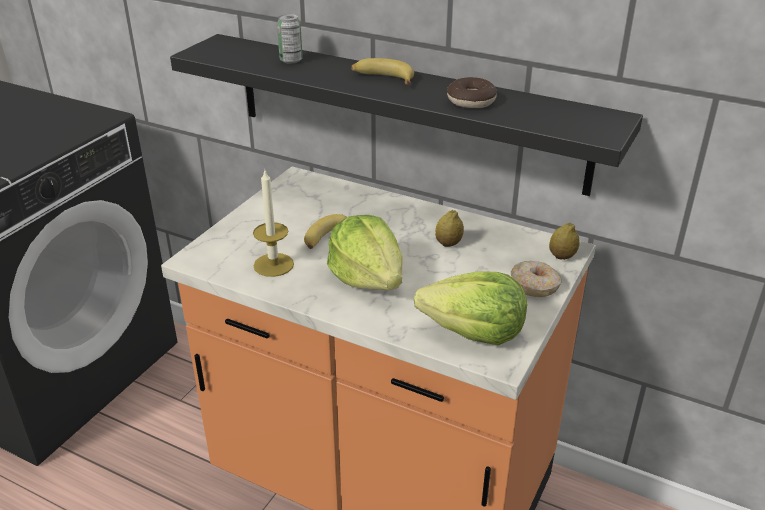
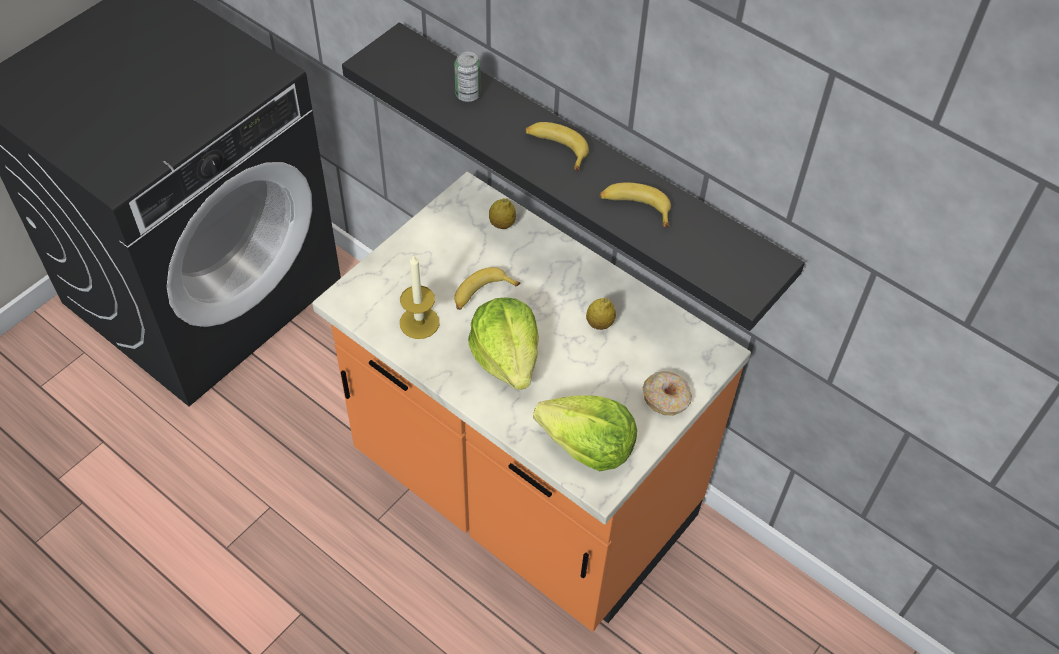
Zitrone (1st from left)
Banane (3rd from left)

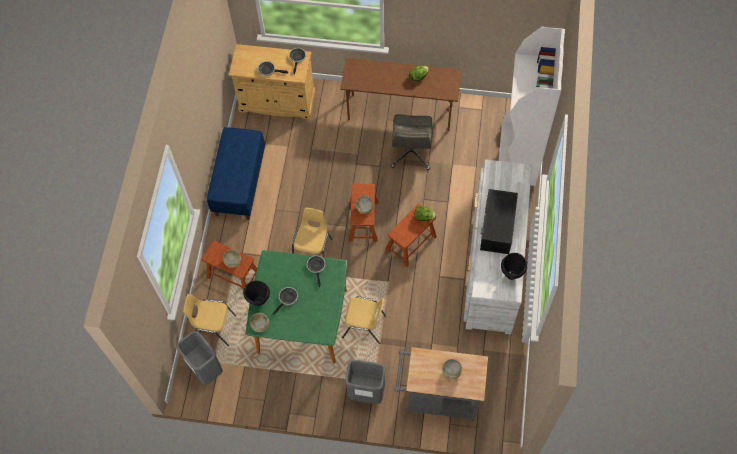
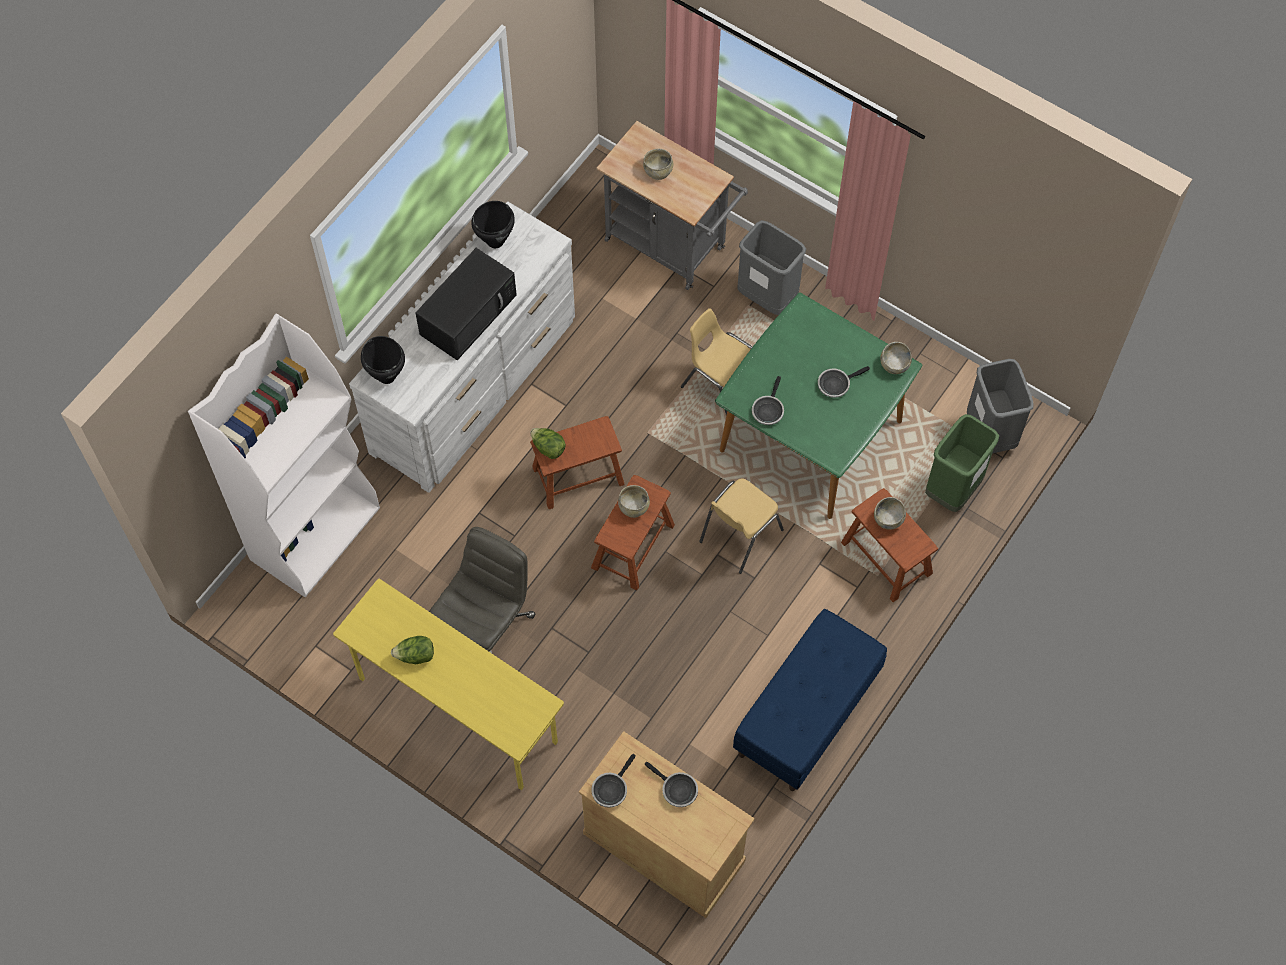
Kochtopf (schwarz) (1st from left)
Mülleimer (grün)
Schreibtisch (gelb)

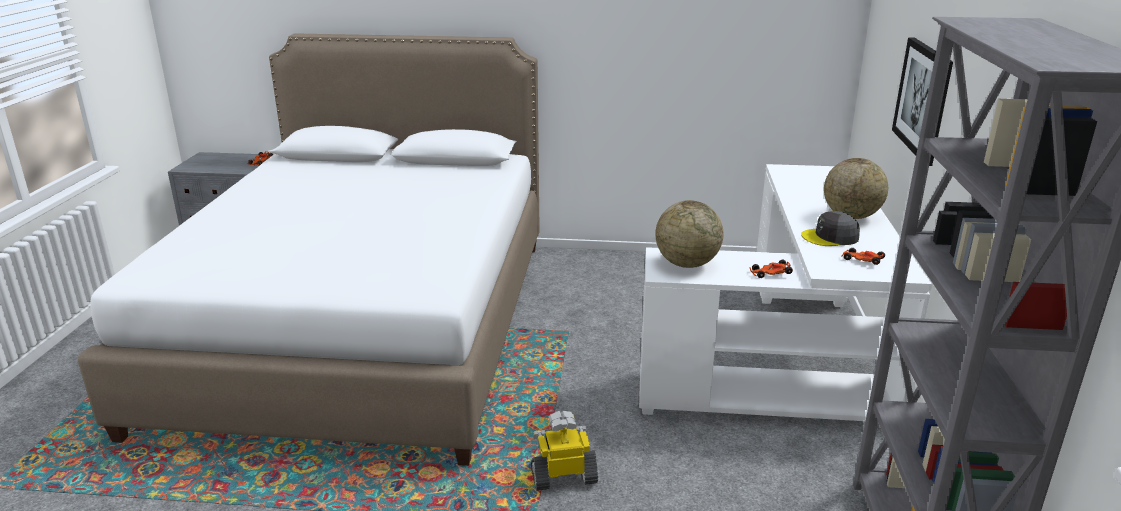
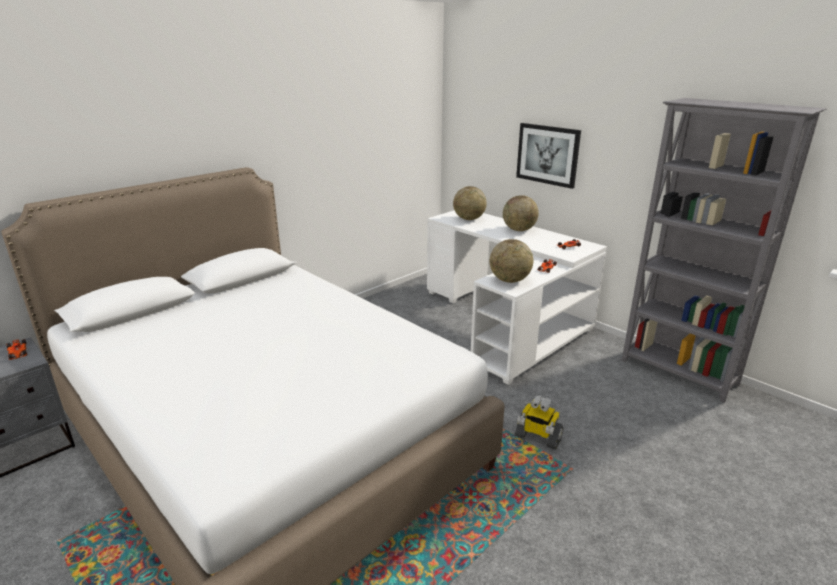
Kappe (grau)
Globus (1st from left)
Spielzeugroboter

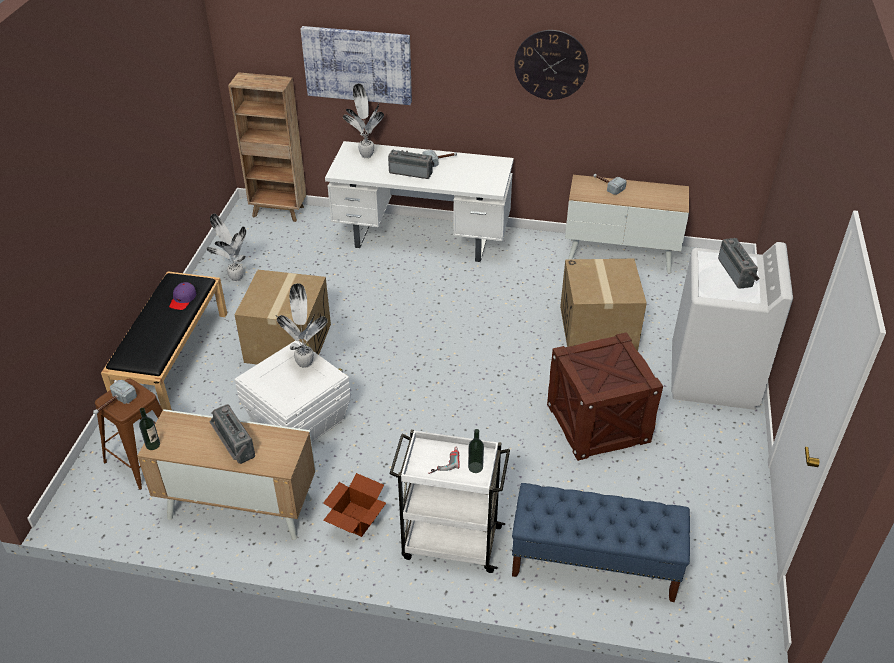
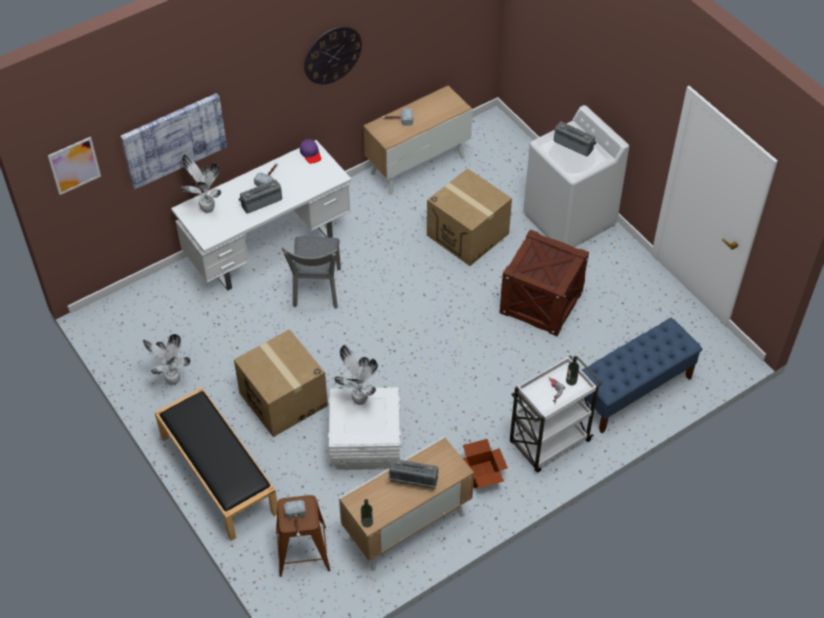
Bücherregal (braun)
Bild (1st from left)
Stuhl (grau)
Kappe (lila)

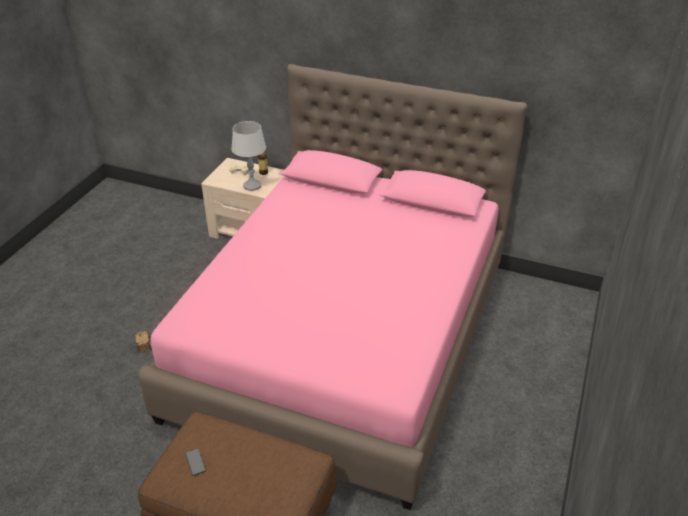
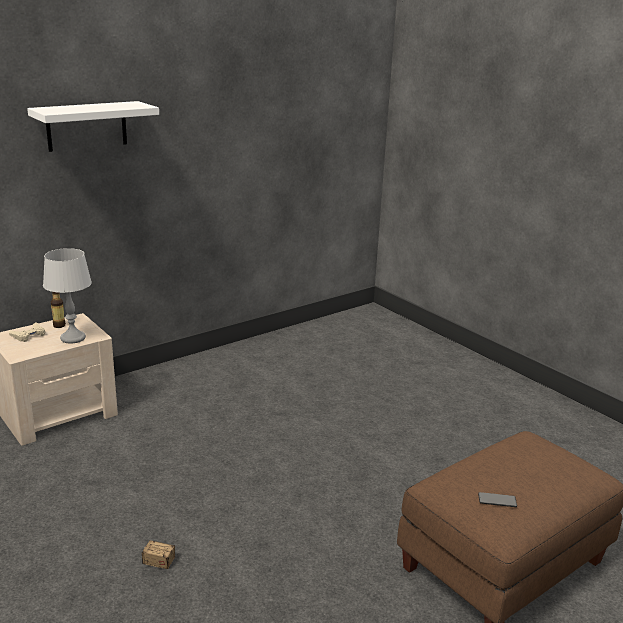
Bett (rosa)
Wandregal (weiß)

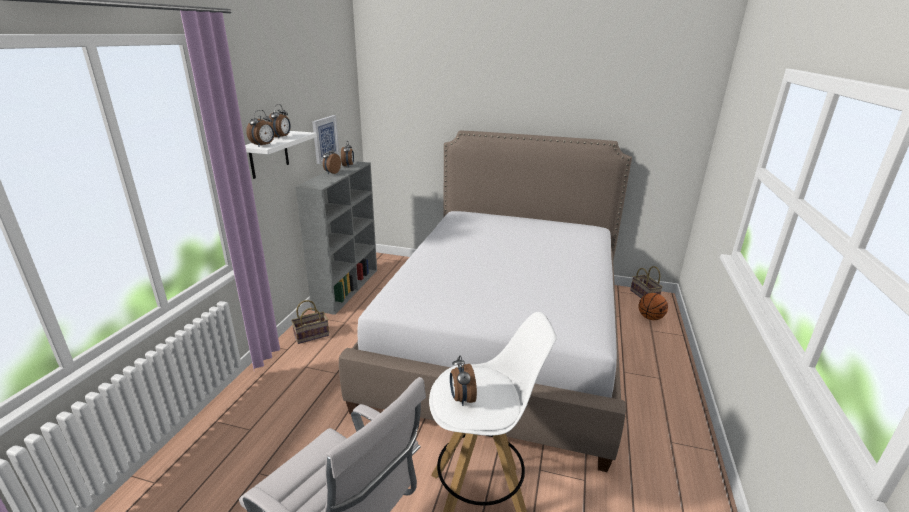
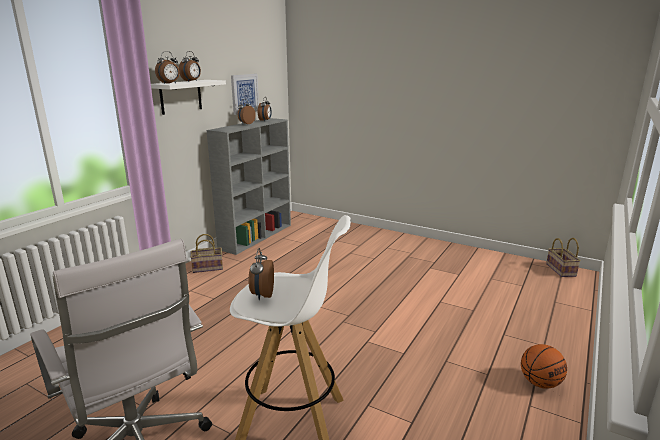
Bett
Basketball

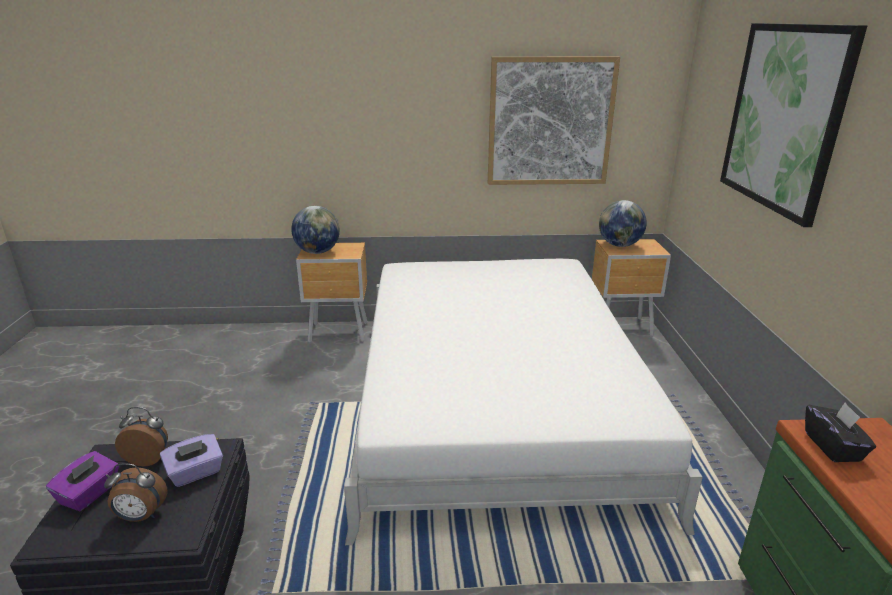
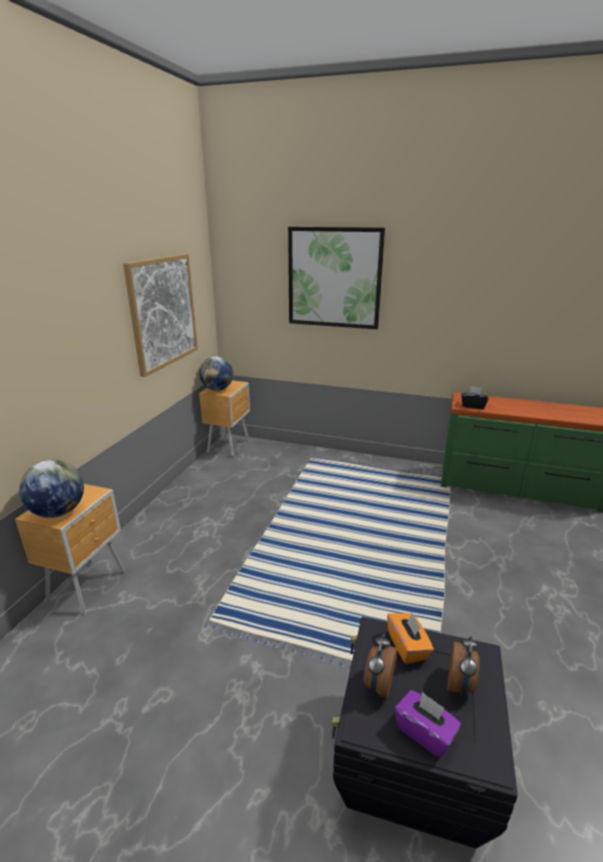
Bett (weiß)
Taschentuchbox (orange)

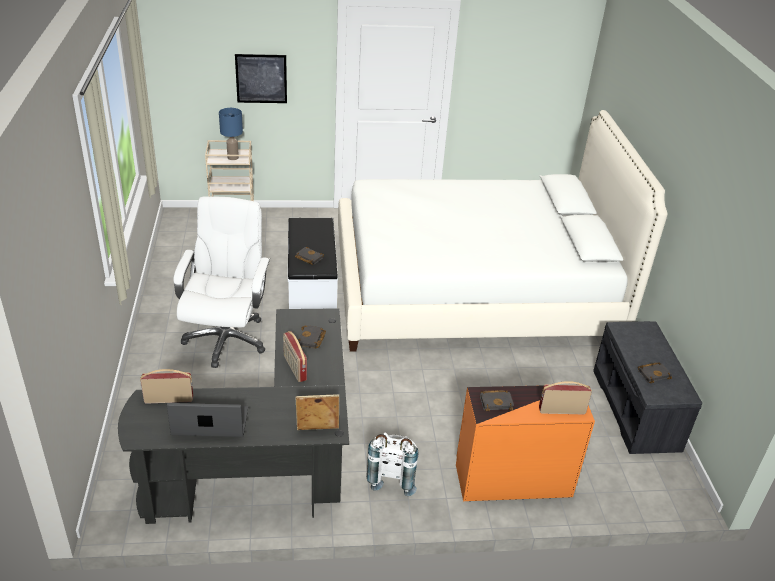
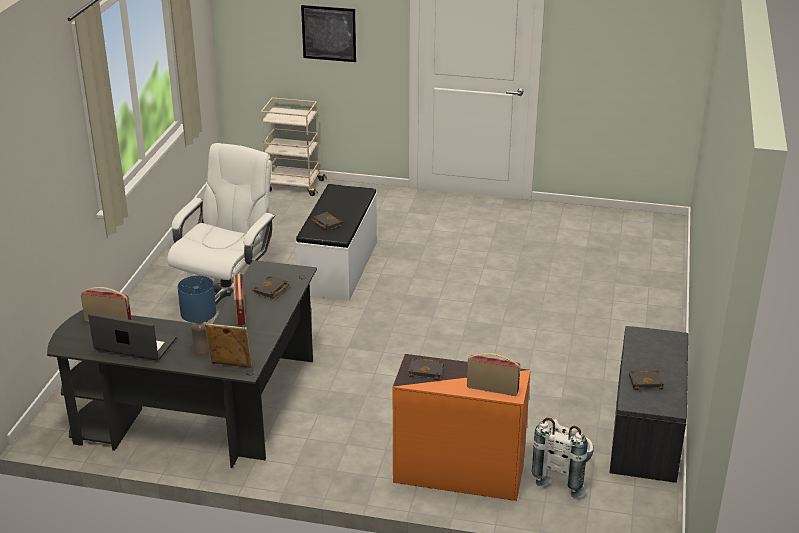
Bett (weiß)
Tischlampe (blau)
Rucksack (weiß)

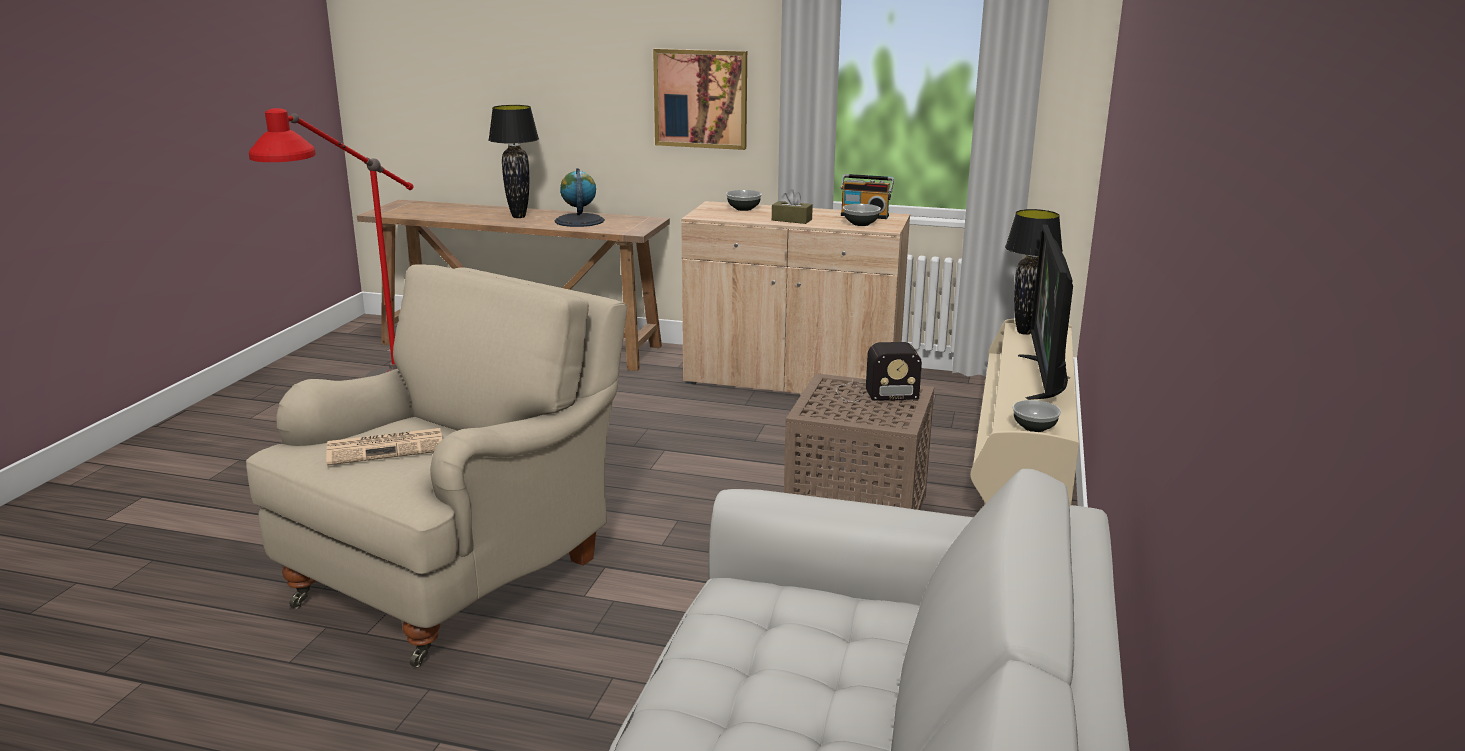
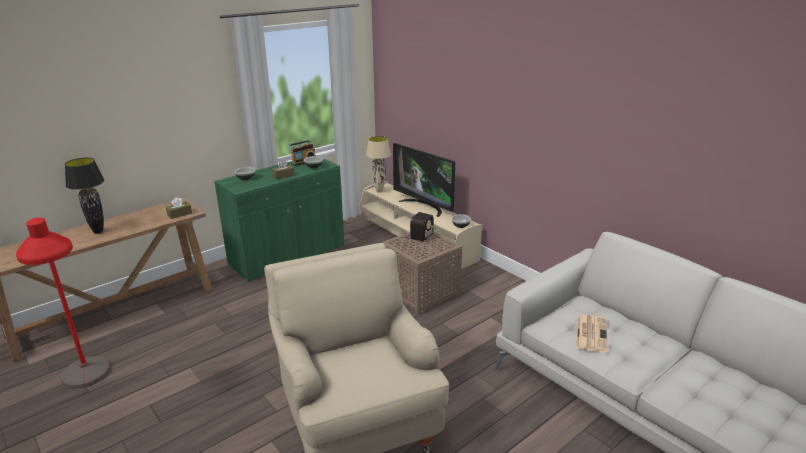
Globus
Bild
Taschentuchbox (braun) (1st from left)
Zeitung
Schrank (grün)
Tischlampe (beige)

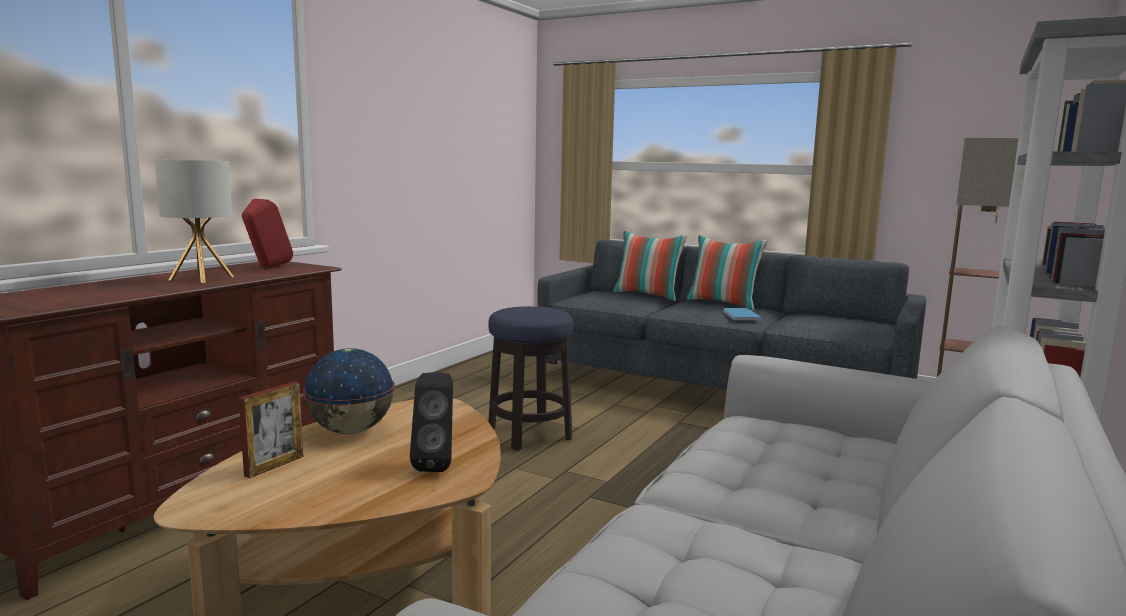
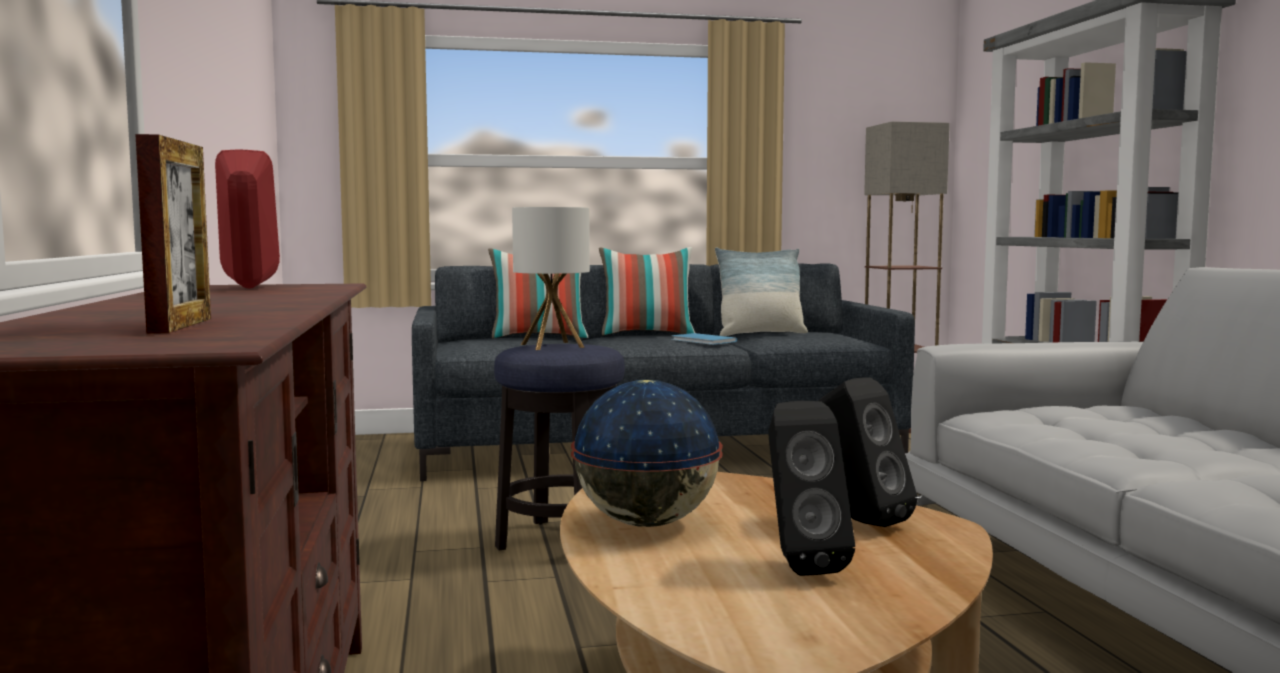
Kissen (3rd from left)
Lautsprecher (schwarz) (1st from left)
Tischlampe
Bilderrahmen

